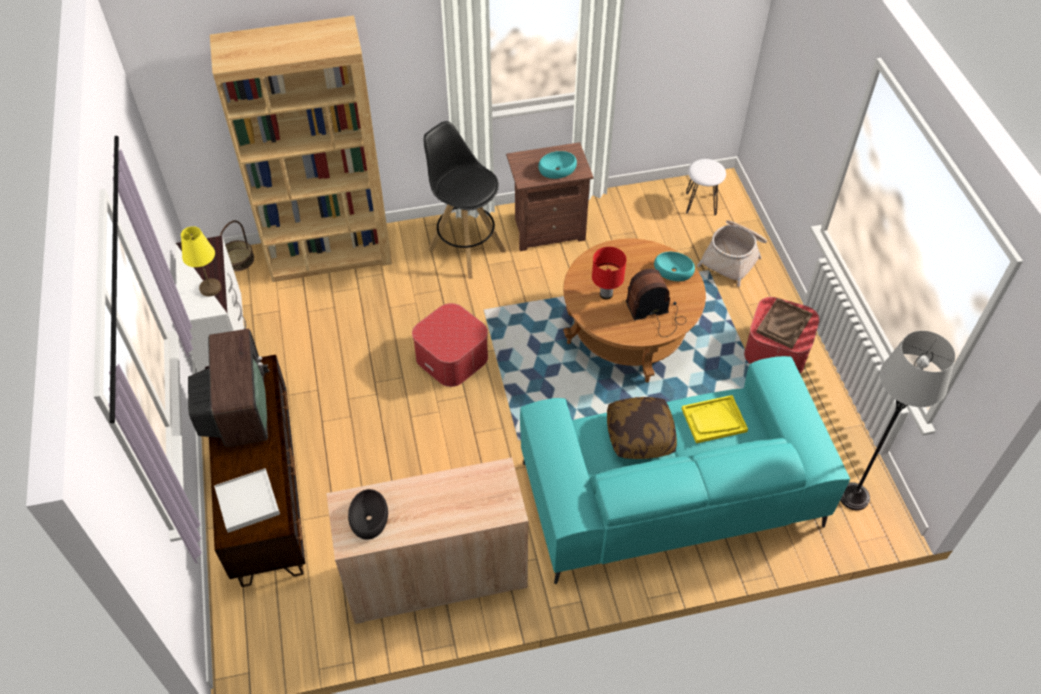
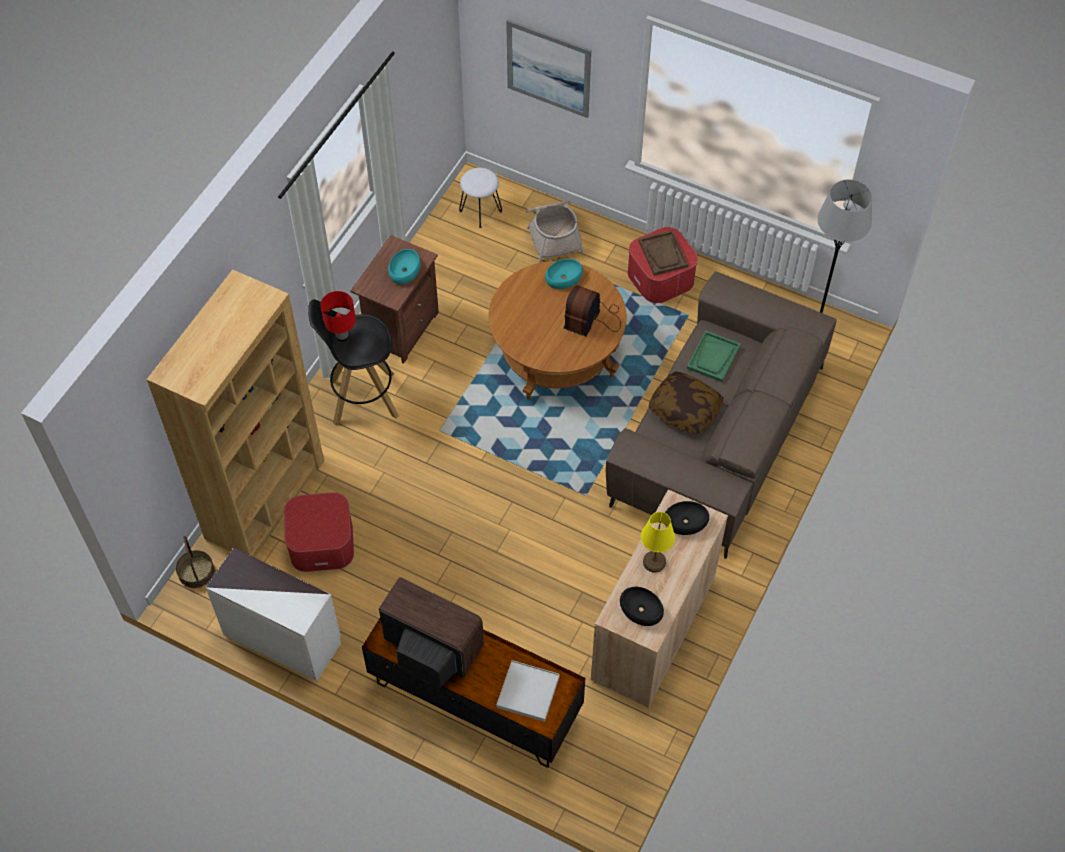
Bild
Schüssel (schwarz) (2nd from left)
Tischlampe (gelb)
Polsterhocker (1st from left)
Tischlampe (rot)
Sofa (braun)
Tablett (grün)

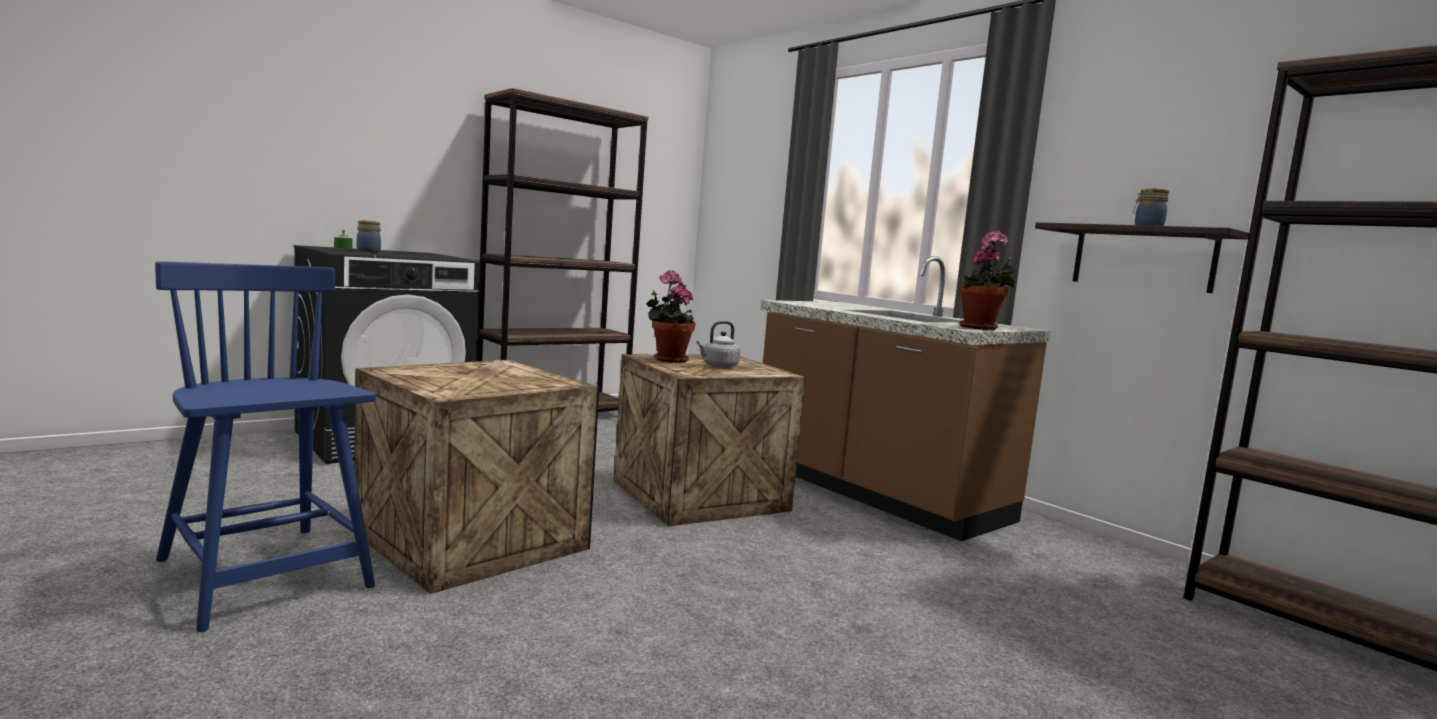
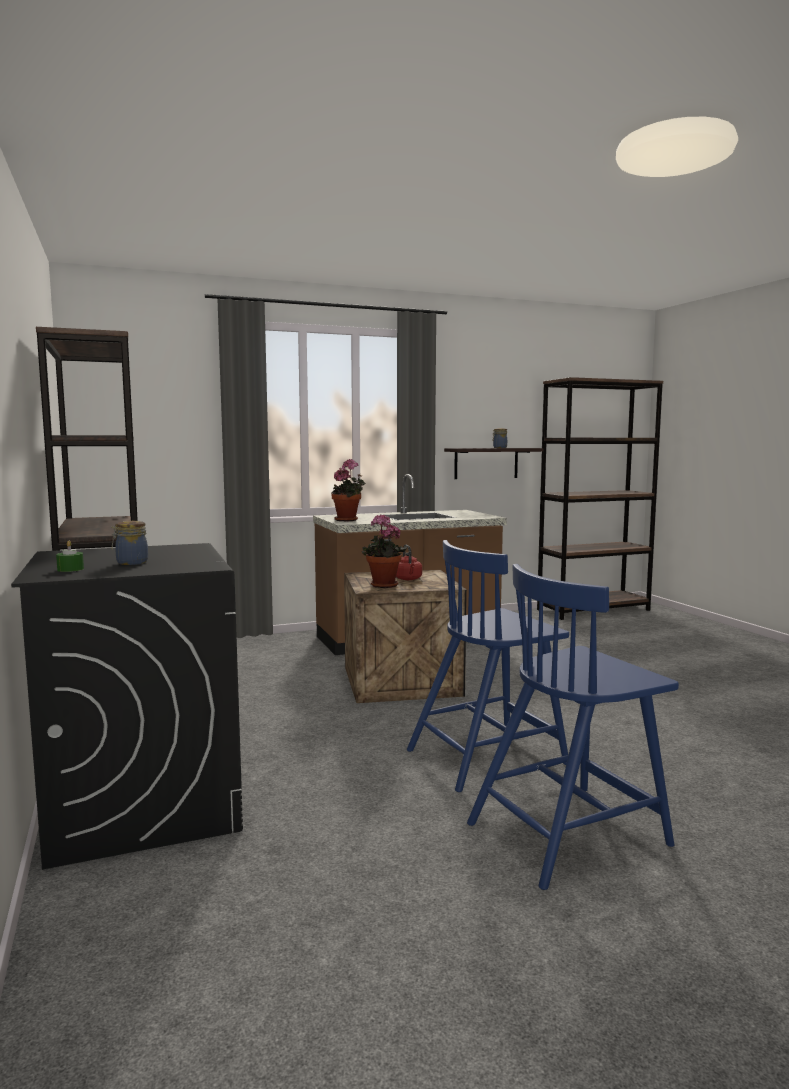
Topfpflanze (1st from left)
Stuhl (blau) (1st from left)
Wasserkessel (rot)

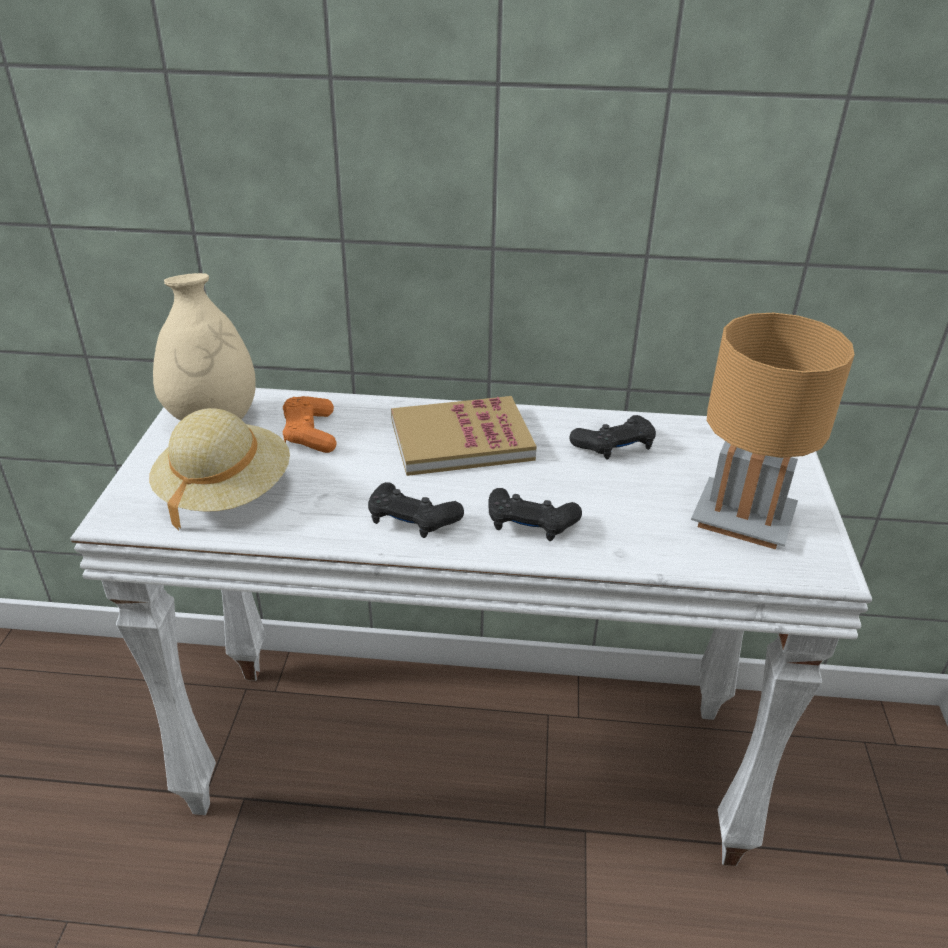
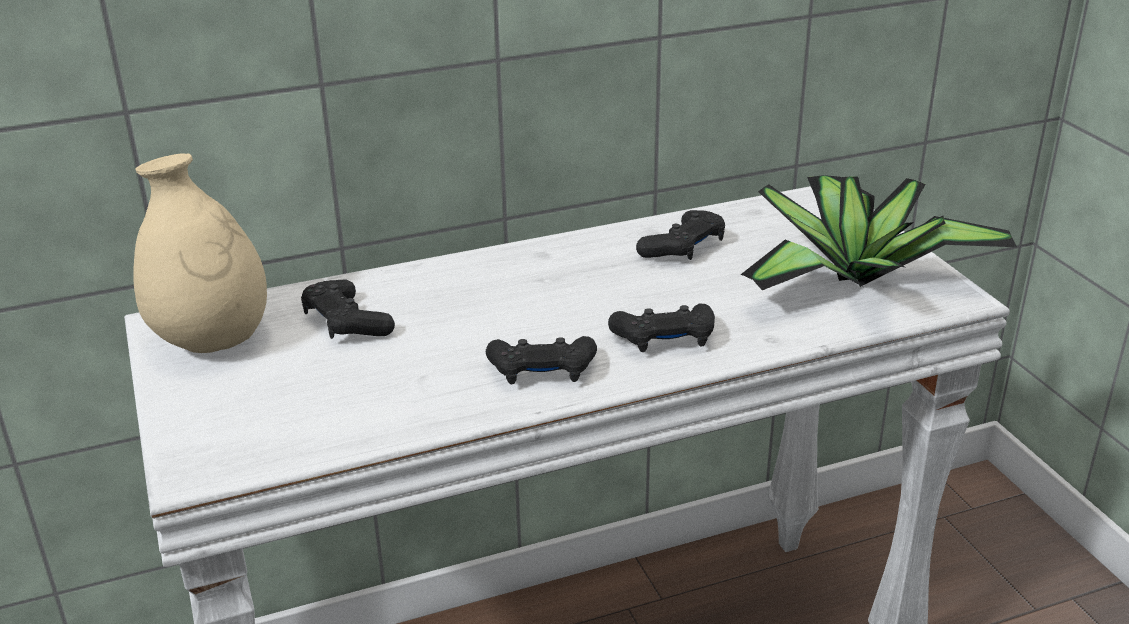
Hut (beige)
Buch
Topfpflanze
Gamepad (schwarz) (1st from left)

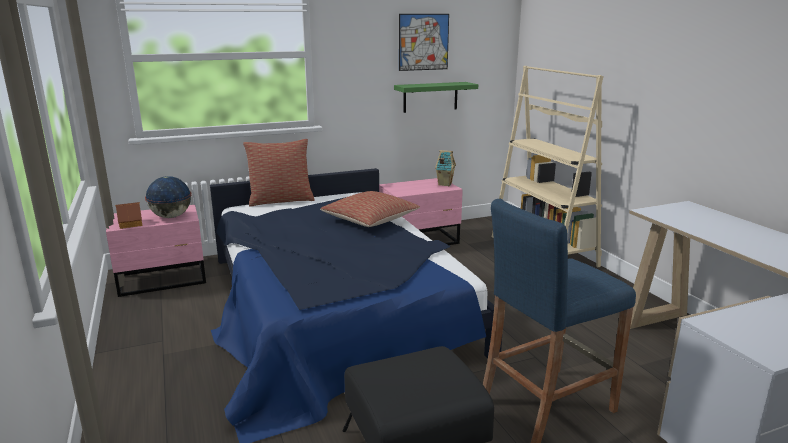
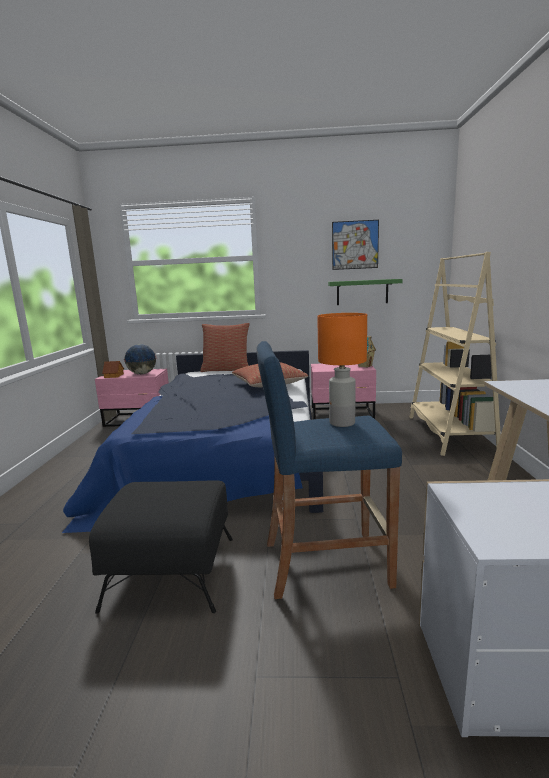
Tischlampe (orange)

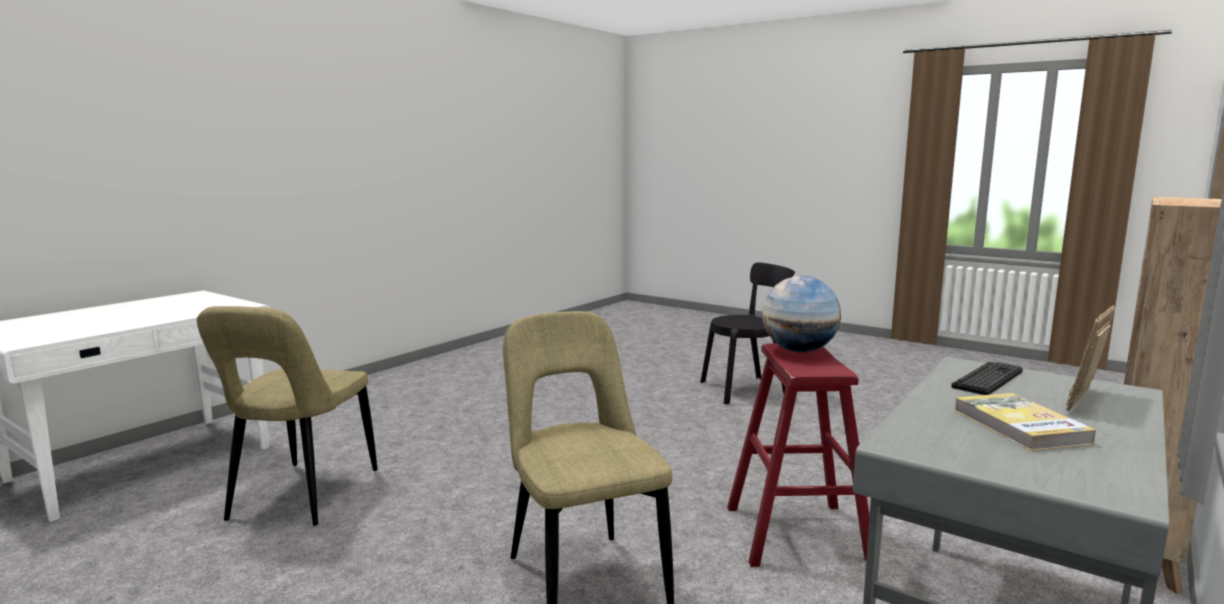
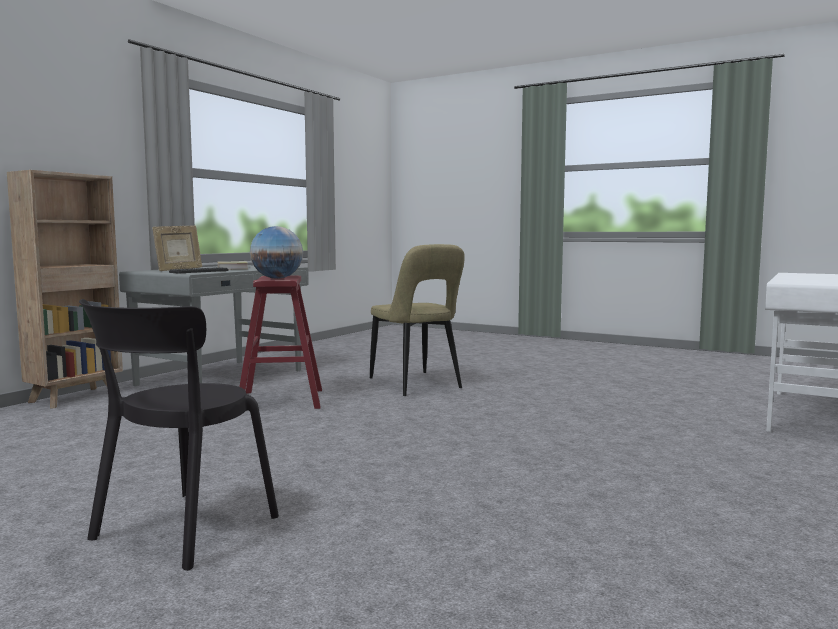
Stuhl (beige) (1st from left in the first image)
Stuhl (schwarz)

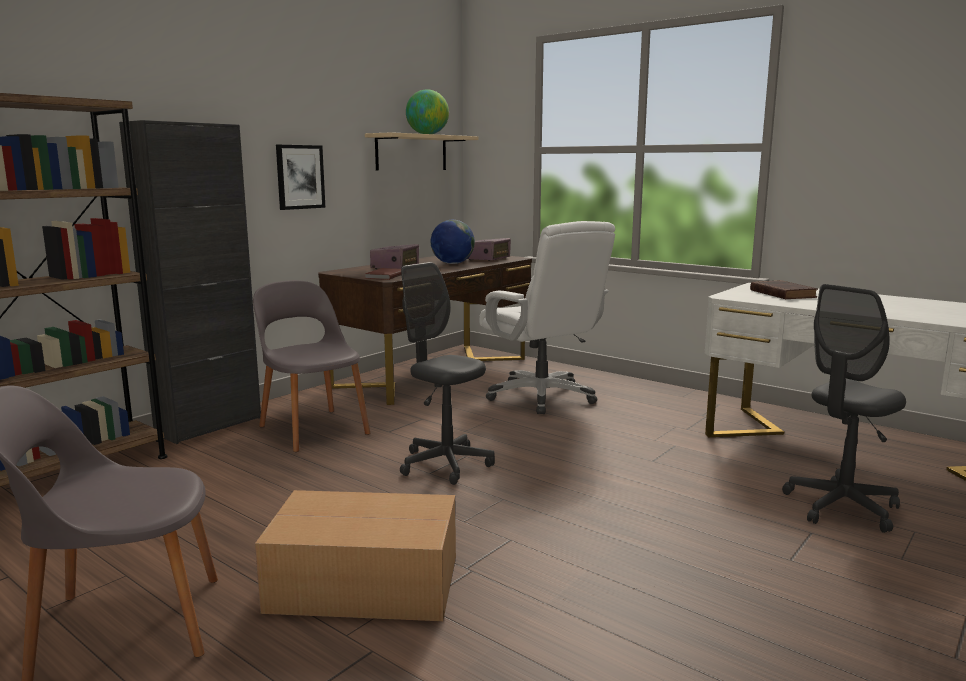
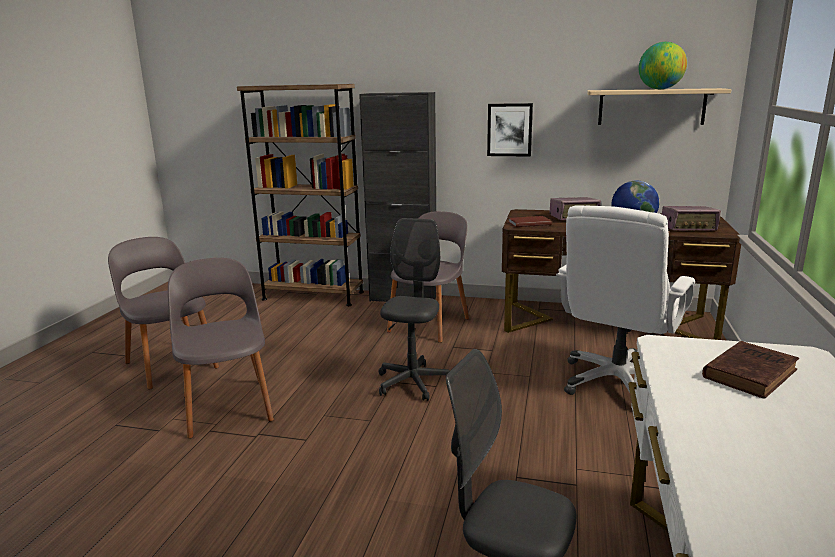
Stuhl (grau) (2nd from left)

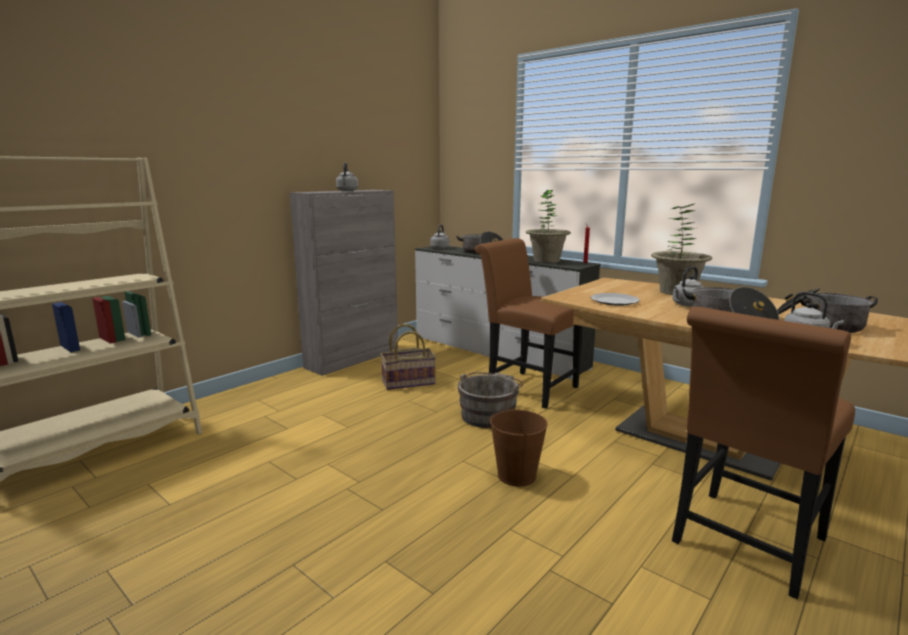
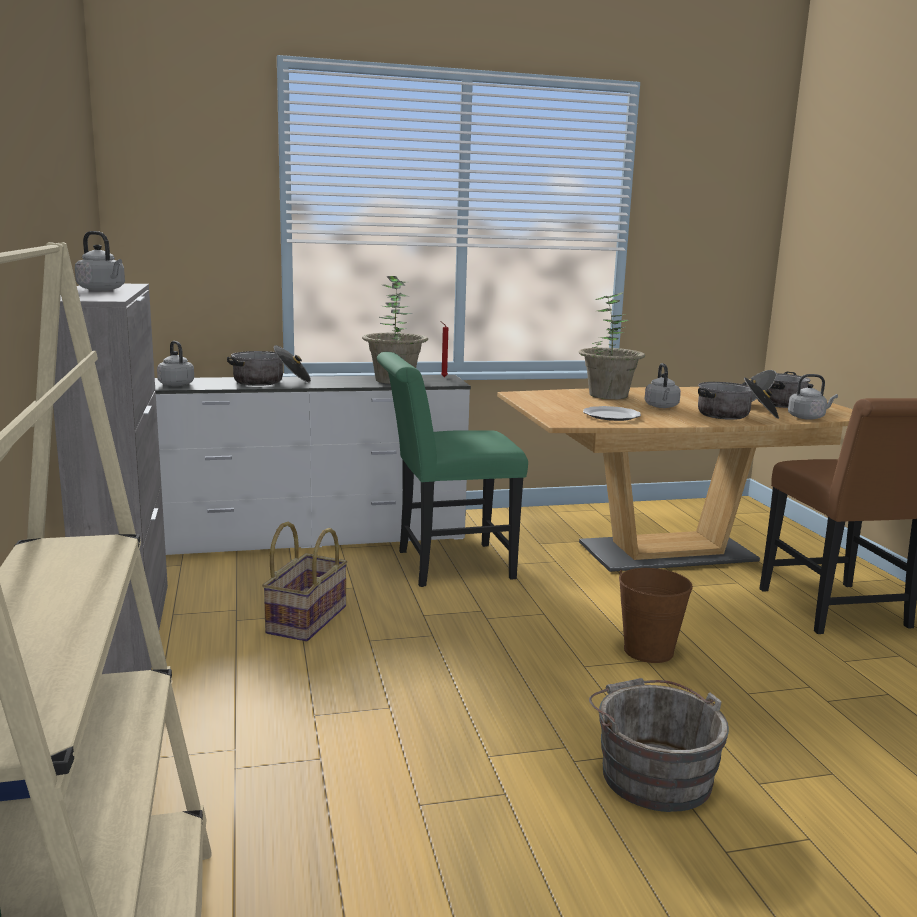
Eimer (grau)
Stuhl (grün)

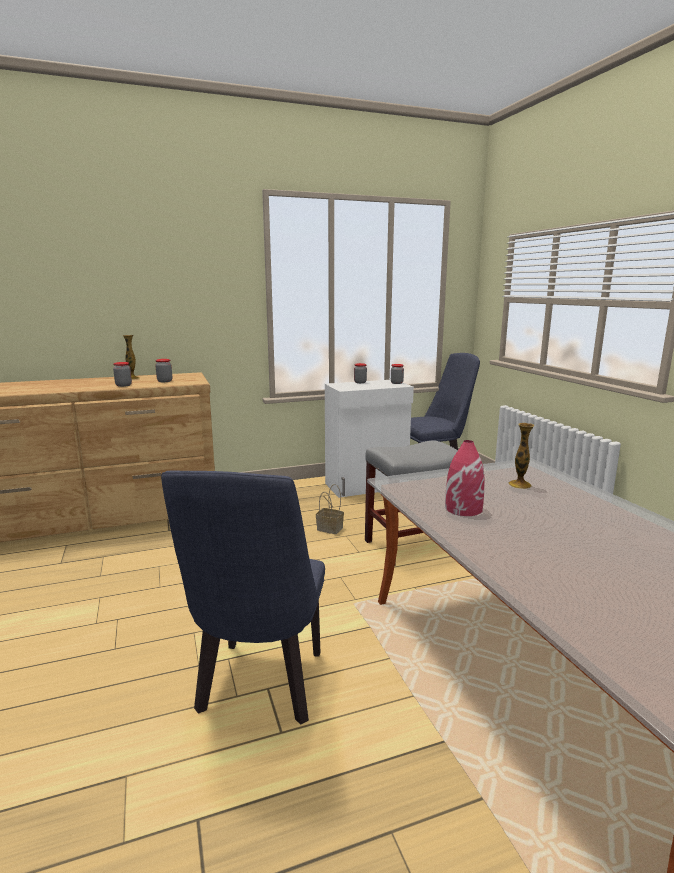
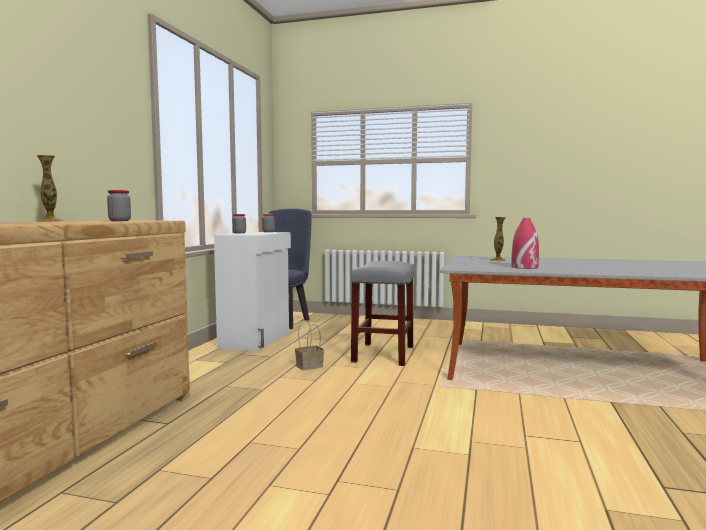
Vorratsglas (1st from left in the first image)
Stuhl (blau) (1st from left in the first image)

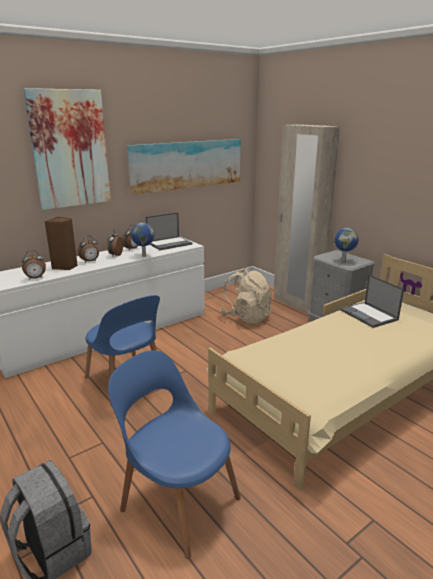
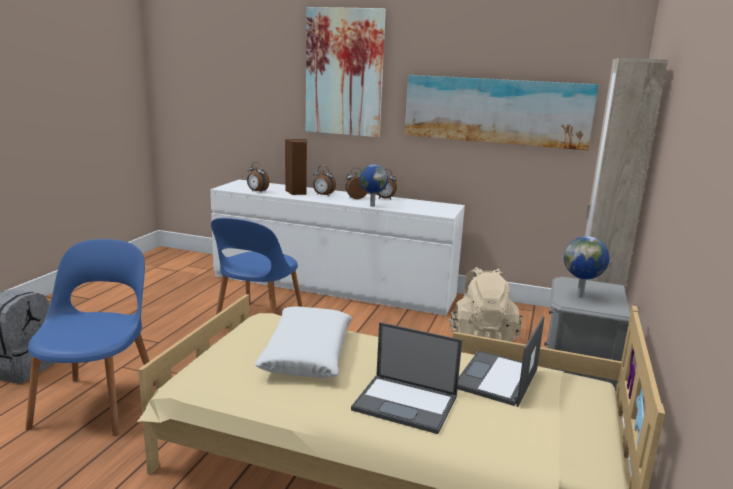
Kissen (weiß)
Laptop (1st from left)

